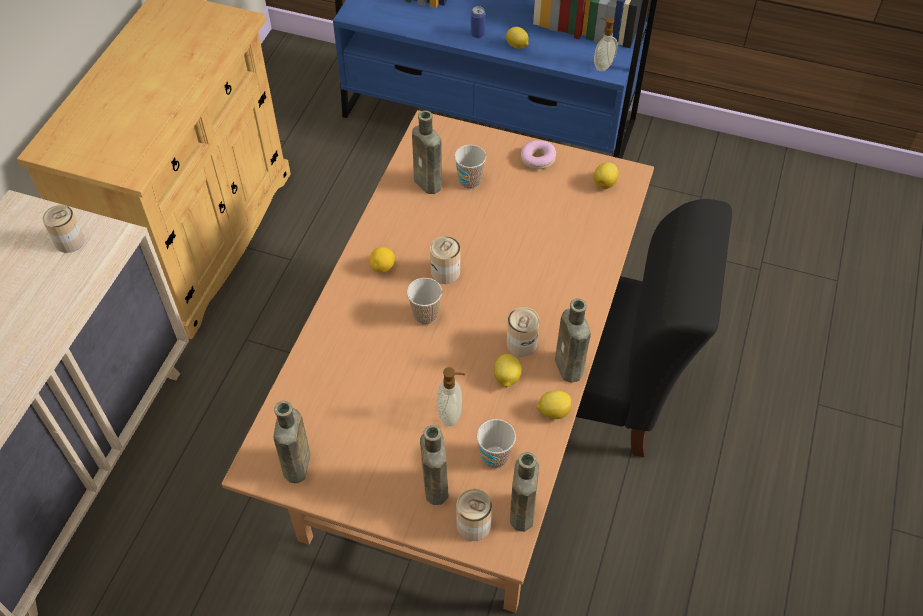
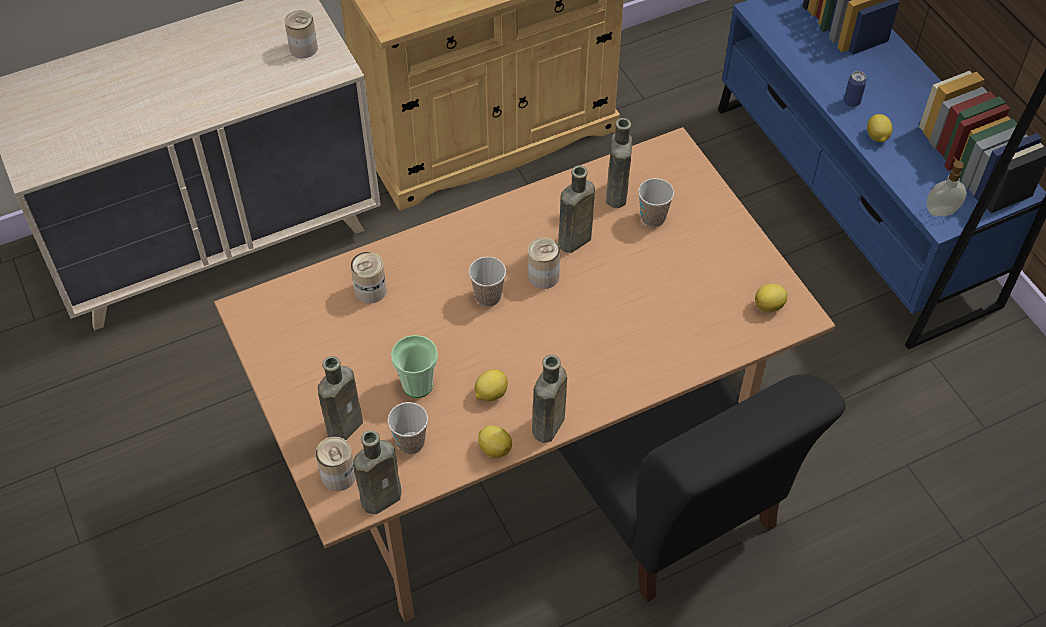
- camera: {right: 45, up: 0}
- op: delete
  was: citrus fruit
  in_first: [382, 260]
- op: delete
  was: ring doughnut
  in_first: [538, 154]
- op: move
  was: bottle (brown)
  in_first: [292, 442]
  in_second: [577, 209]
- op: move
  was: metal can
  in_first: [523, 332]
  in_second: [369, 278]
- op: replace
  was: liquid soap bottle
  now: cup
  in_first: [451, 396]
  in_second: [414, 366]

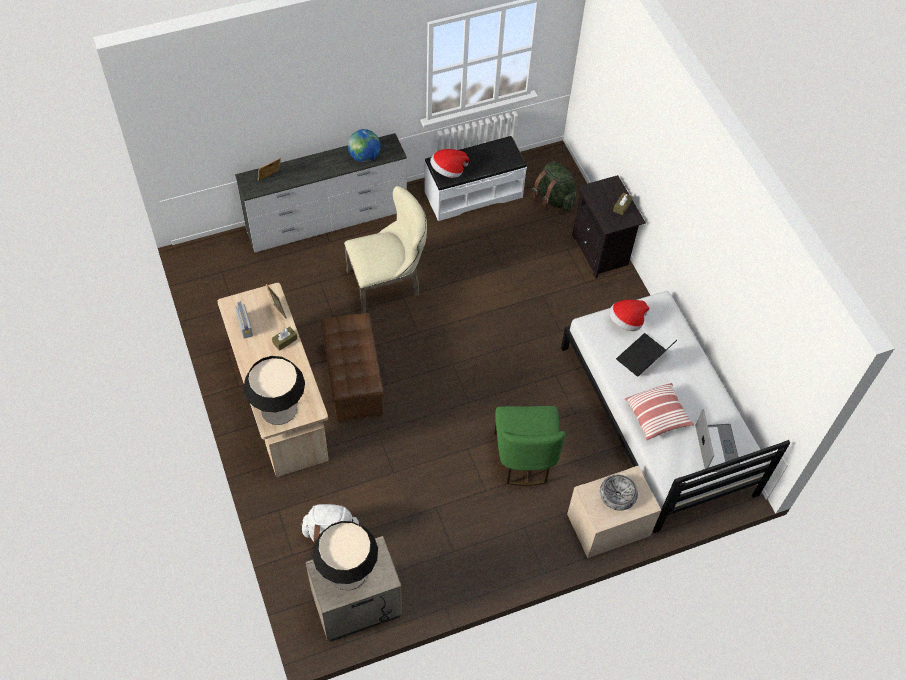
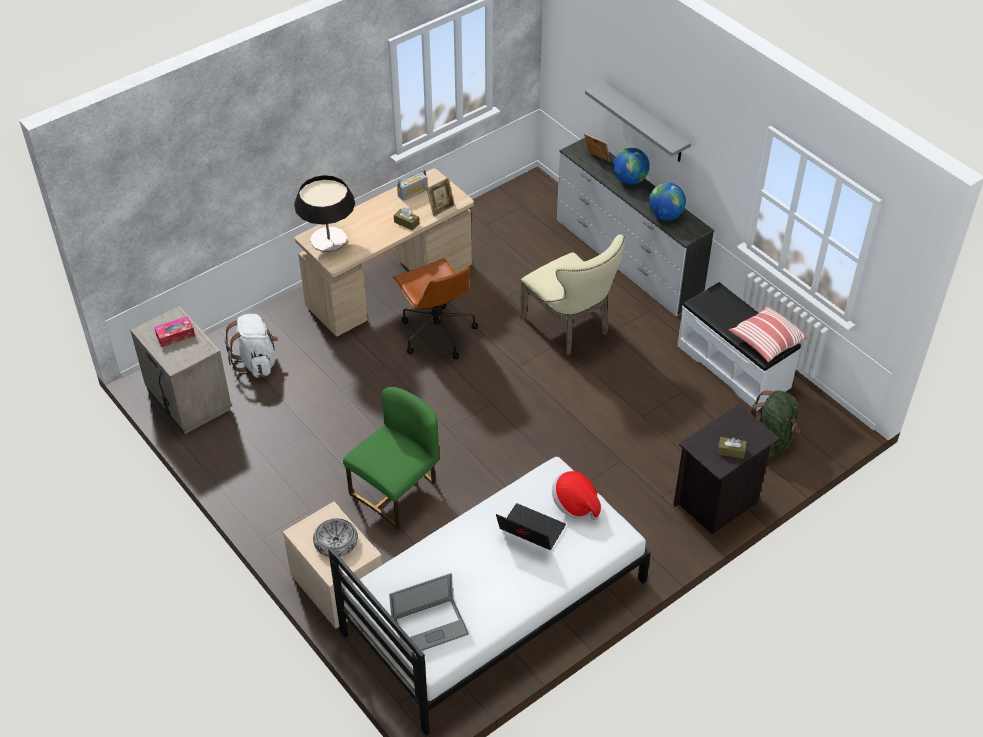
- camera: {right: 75, up: -10}
- op: delete
  was: clothing hat
  in_first: [449, 163]
- op: insert
  now: bracket shelf (gray)
  in_second: [638, 121]
- op: insert
  now: world globe
  in_second: [631, 166]
- op: move
  was: throw pillow
  in_first: [659, 411]
  in_second: [768, 334]
- op: replace
  was: tabletop lamp
  now: tissue holder
  in_first: [345, 555]
  in_second: [174, 331]
- op: replace
  was: ottoman (brown)
  now: office chair (brown)
  in_first: [352, 368]
  in_second: [435, 308]
- op: rotate
  was: upright chair (greenish)
  in_first: [530, 446]
  in_second: [391, 458]
  clockwise: 150

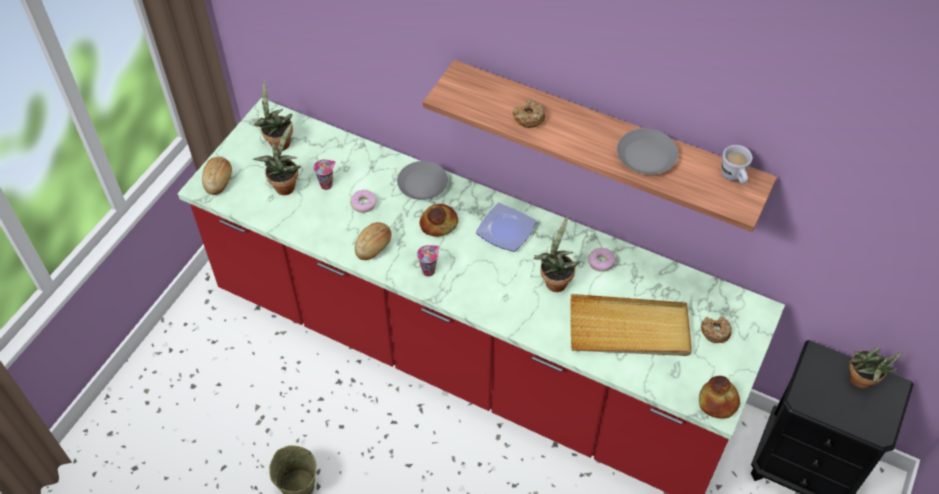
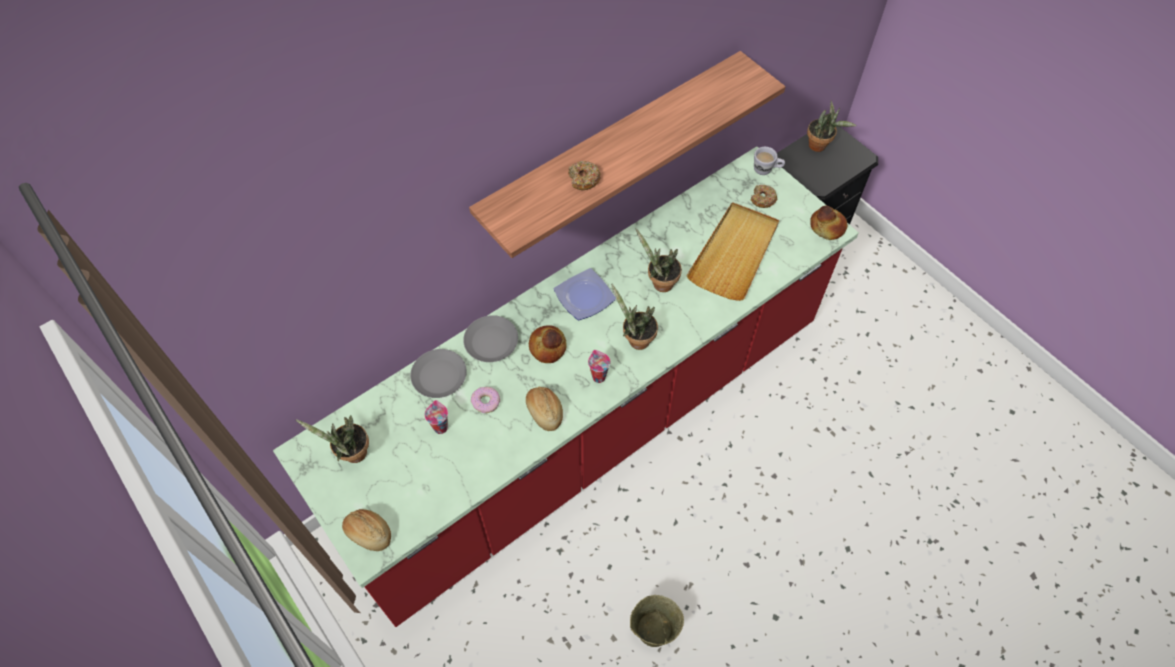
- camera: {right: -65, up: 5}
- op: delete
  was: ring doughnut
  in_first: [602, 260]
- op: move
  was: potted plant
  in_first: [276, 158]
  in_second: [634, 317]
- op: move
  was: plate (gray)
  in_first: [647, 151]
  in_second: [438, 373]
- op: move
  was: coffee mug (white-coloured)
  in_first: [736, 164]
  in_second: [769, 161]

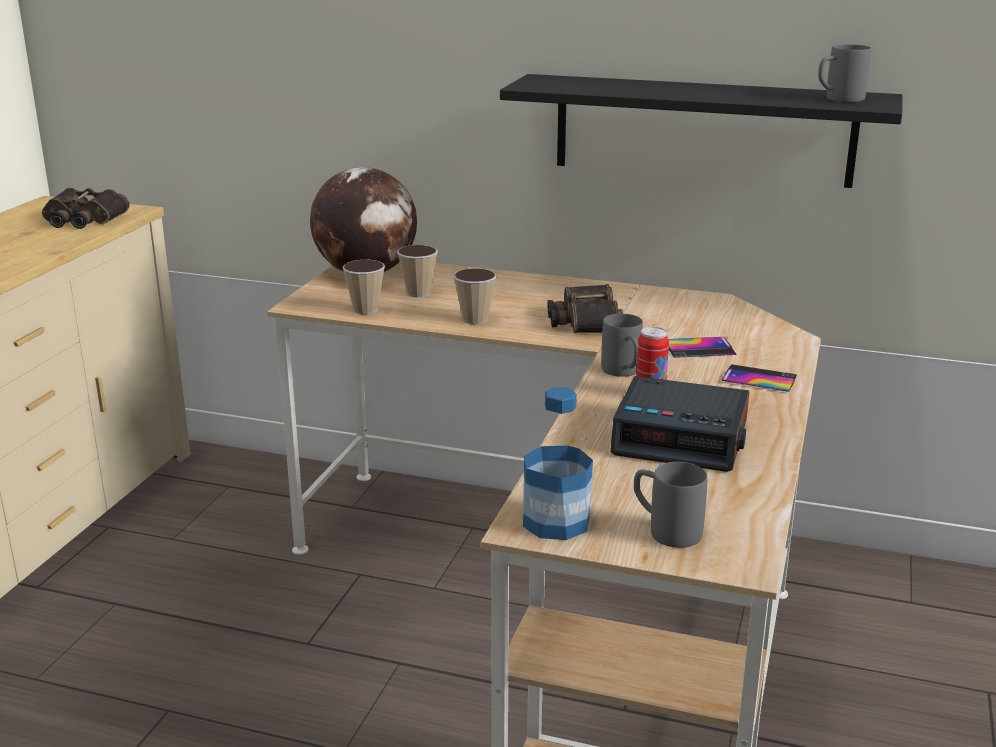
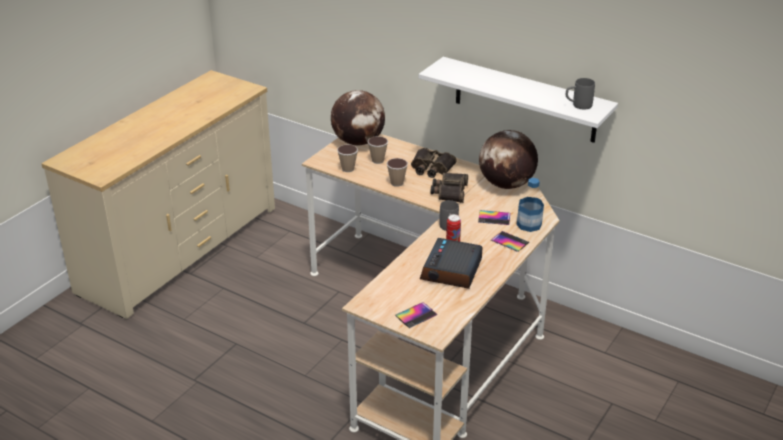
- camera: {right: 15, up: 10}
- op: insert
  now: world globe
  in_second: [508, 159]
- op: move
  was: pair of binoculars
  in_first: [85, 208]
  in_second: [434, 163]
- op: move
  was: bottle
  in_first: [558, 463]
  in_second: [530, 205]
- op: replace
  was: coffee mug (gray)
  now: handset
  in_first: [670, 505]
  in_second: [416, 315]
- op: recolor
  was: bracket shelf (black)
  now: bracket shelf (white-coloured)
  in_first: [701, 131]
  in_second: [518, 100]
- op: rotate
  was: alarm clock
  in_first: [679, 424]
  in_second: [451, 263]
  clockwise: 75

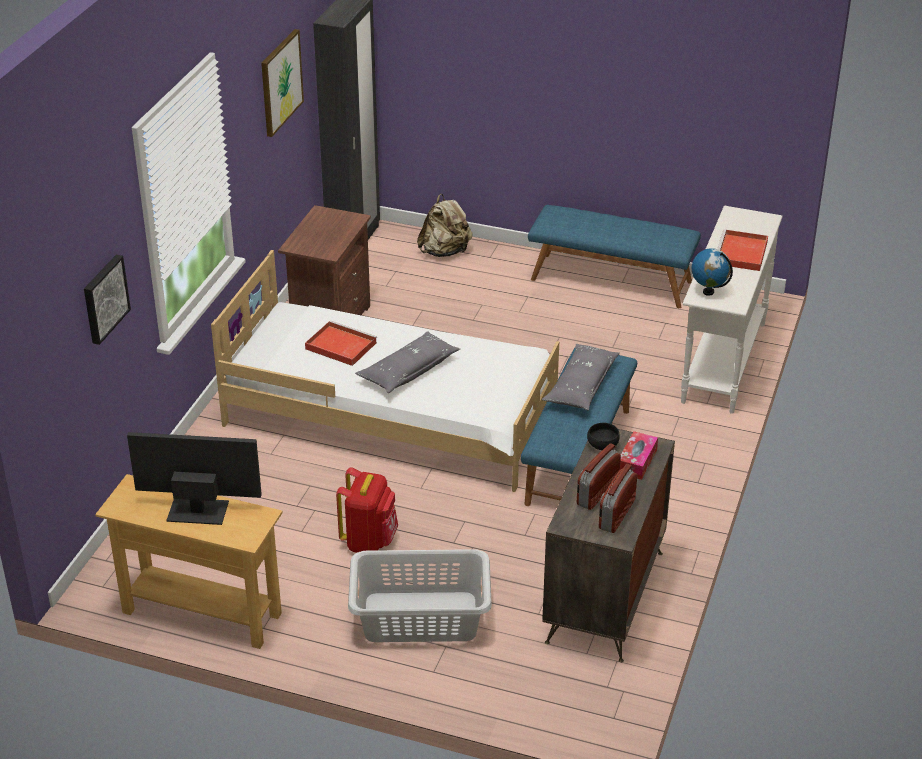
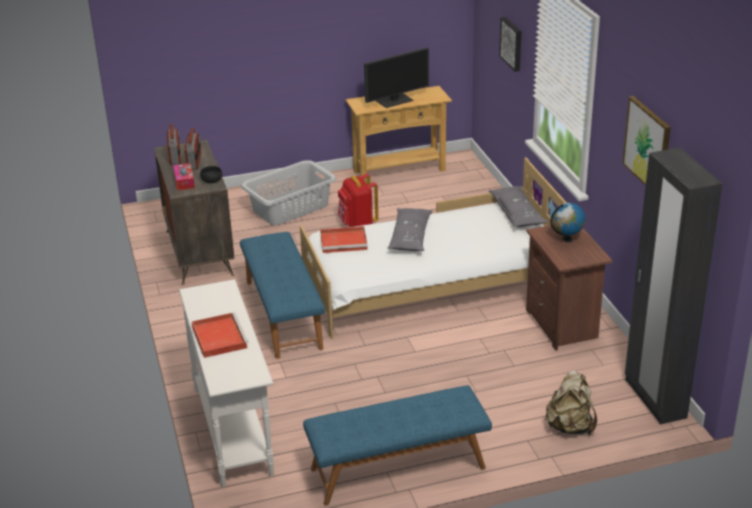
- camera: {right: 145, up: -5}
- op: move
  was: serving tray (red)
  in_first: [341, 343]
  in_second: [344, 239]
- op: move
  was: throw pillow (gray)
  in_first: [581, 377]
  in_second: [518, 206]
- op: move
  was: world globe
  in_first: [712, 272]
  in_second: [568, 222]

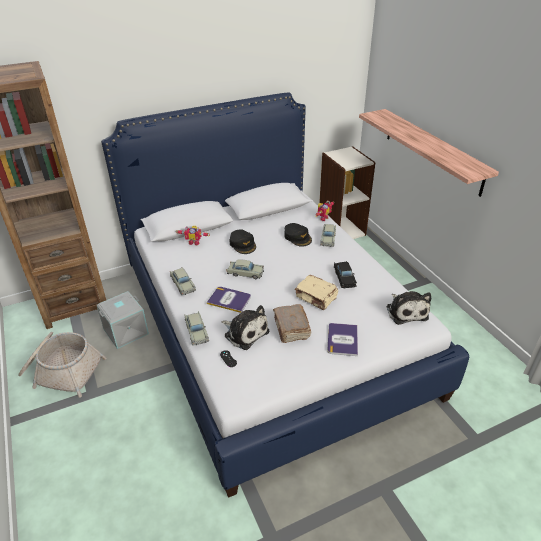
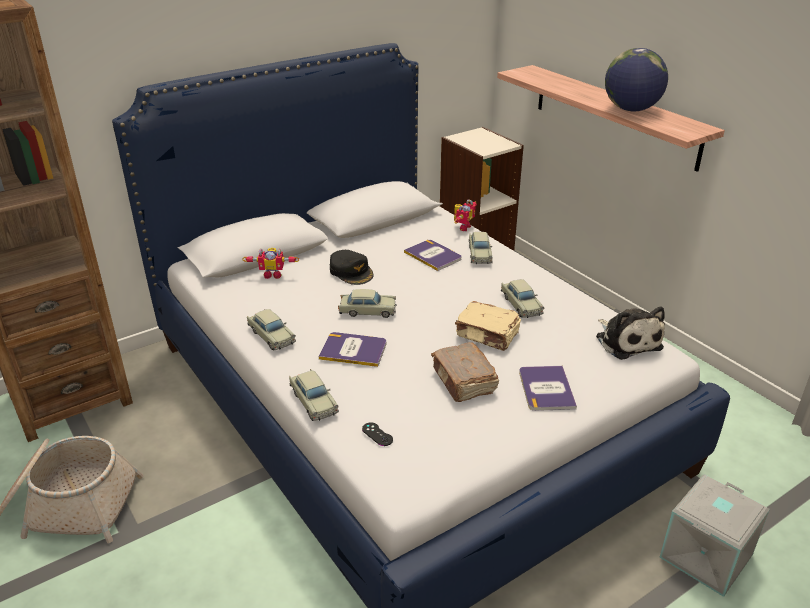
- camera: {right: -10, up: -5}
- op: delete
  was: soft toy
  in_first: [245, 327]
- op: insert
  now: world globe
  in_second: [636, 79]
- op: move
  was: storage bin (gray)
  in_first: [123, 320]
  in_second: [715, 535]
- op: replace
  was: baseball cap (black)
  now: book
  in_first: [298, 235]
  in_second: [433, 255]
- op: recolor
  was: miniature car (black)
  now: miniature car (beige)
  in_first: [345, 275]
  in_second: [522, 298]

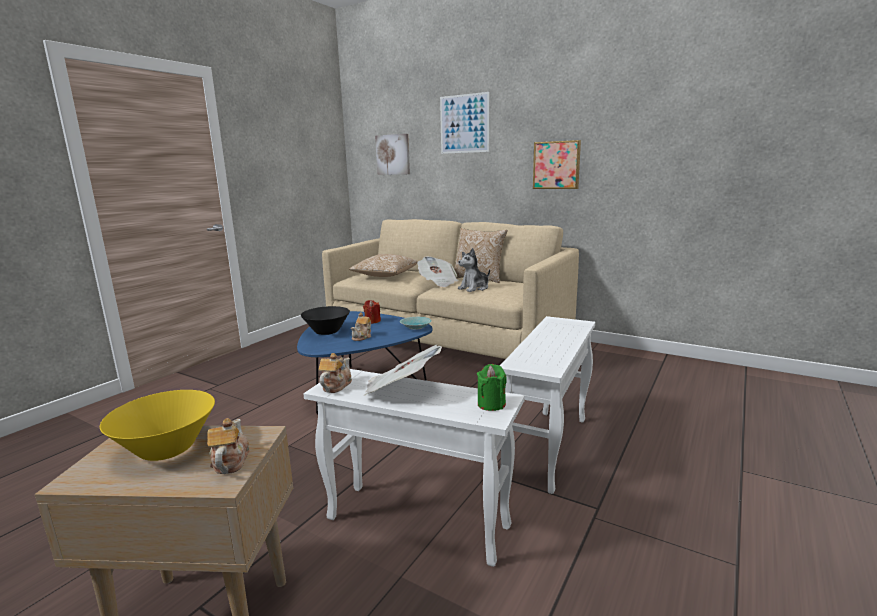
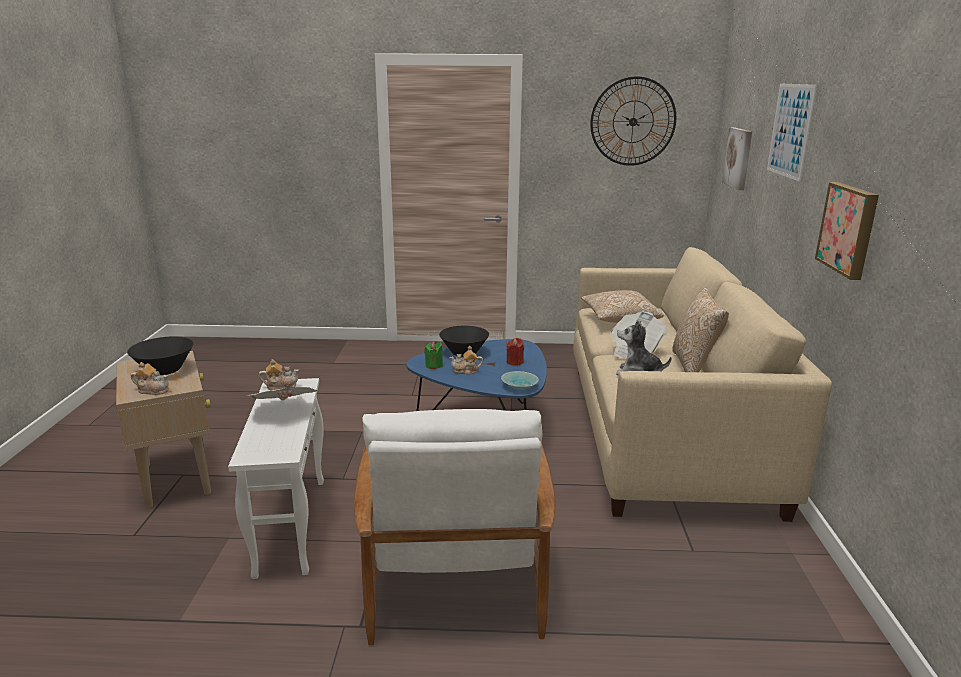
- camera: {right: 60, up: 5}
- op: insert
  now: wall clock
  in_second: [633, 121]
- op: move
  was: candle (greenish)
  in_first: [492, 387]
  in_second: [433, 355]
- op: replace
  was: end table (white-coloured)
  now: easy chair (white-coloured)
  in_first: [547, 405]
  in_second: [455, 527]
- op: recolor
  was: deep dish (yellow-coloured)
  now: deep dish (black)
  in_first: [157, 425]
  in_second: [160, 356]
- op: rotate
  was: teapot
  in_first: [228, 446]
  in_second: [150, 378]
  clockwise: 45

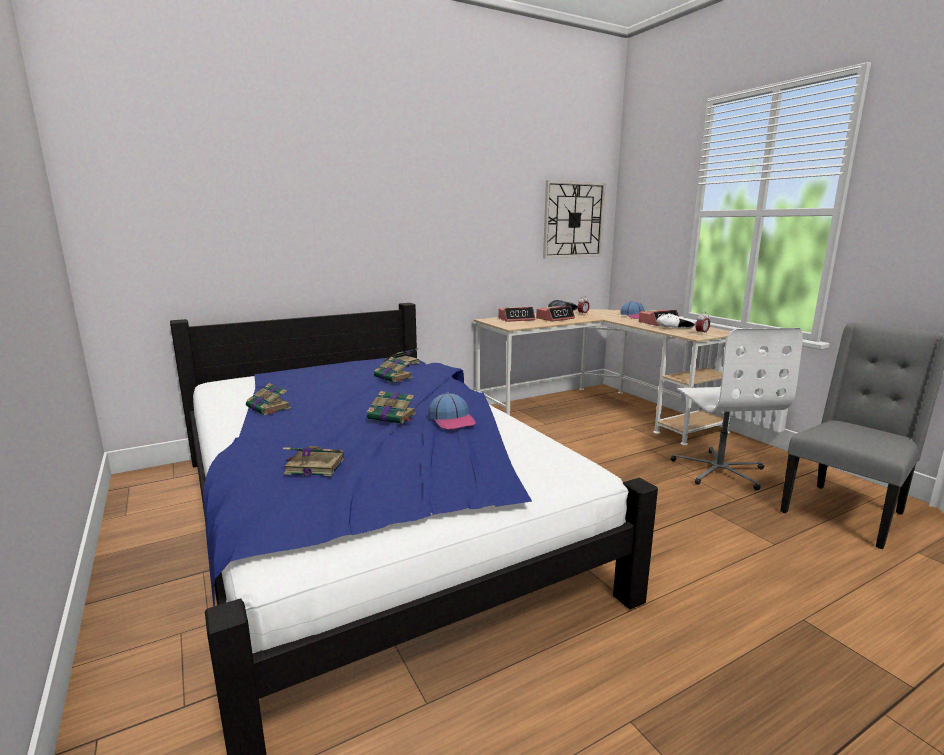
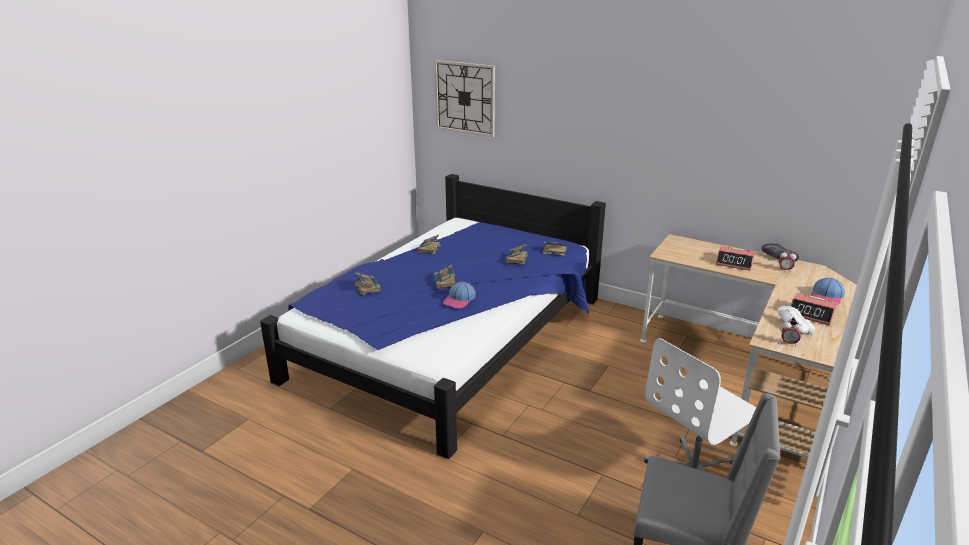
- camera: {right: 60, up: 10}
- op: delete
  was: alarm clock
  in_first: [516, 314]
- op: move
  was: wall clock
  in_first: [574, 219]
  in_second: [464, 98]

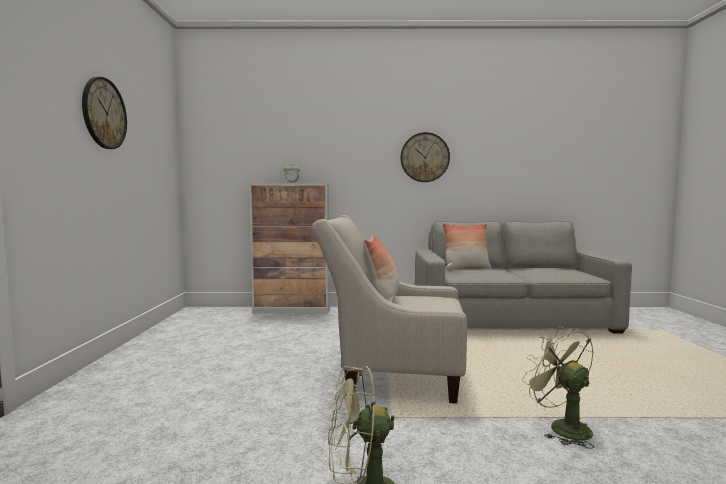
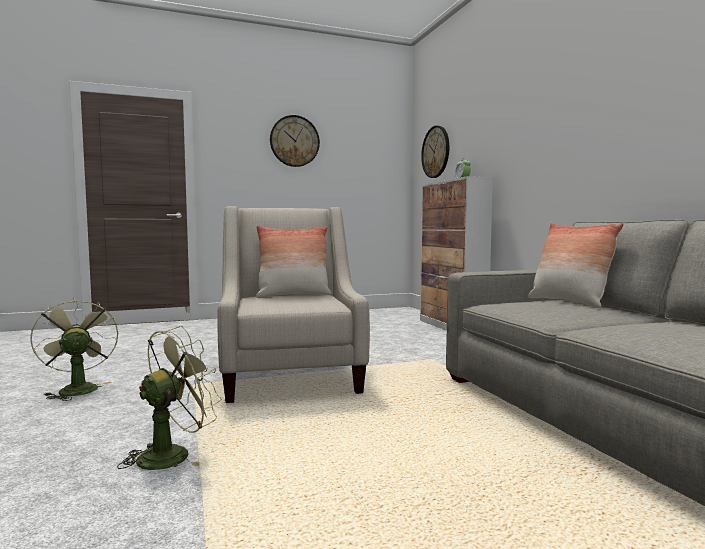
- camera: {right: 70, up: 0}
- op: move
  was: wall clock
  in_first: [425, 157]
  in_second: [435, 152]

